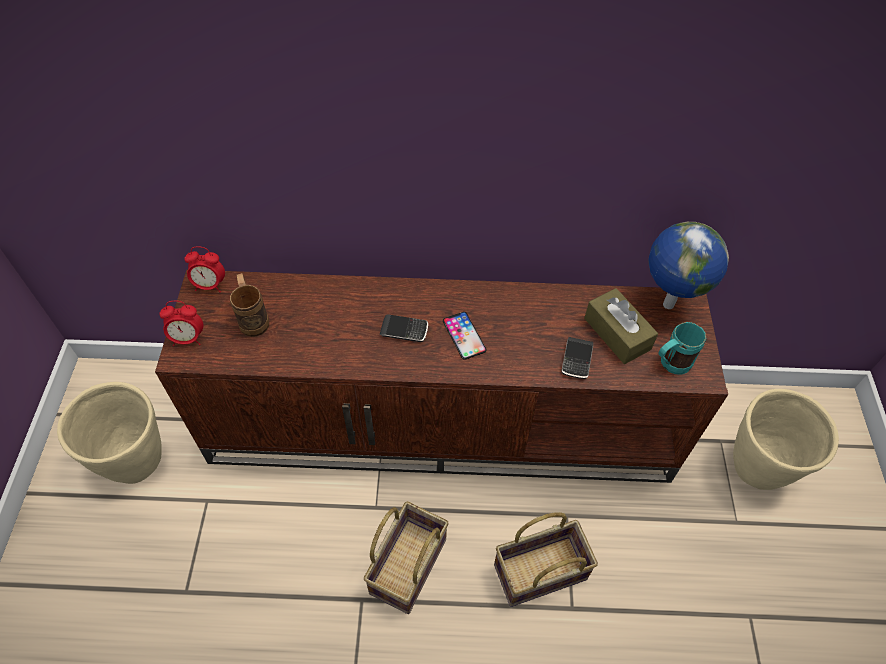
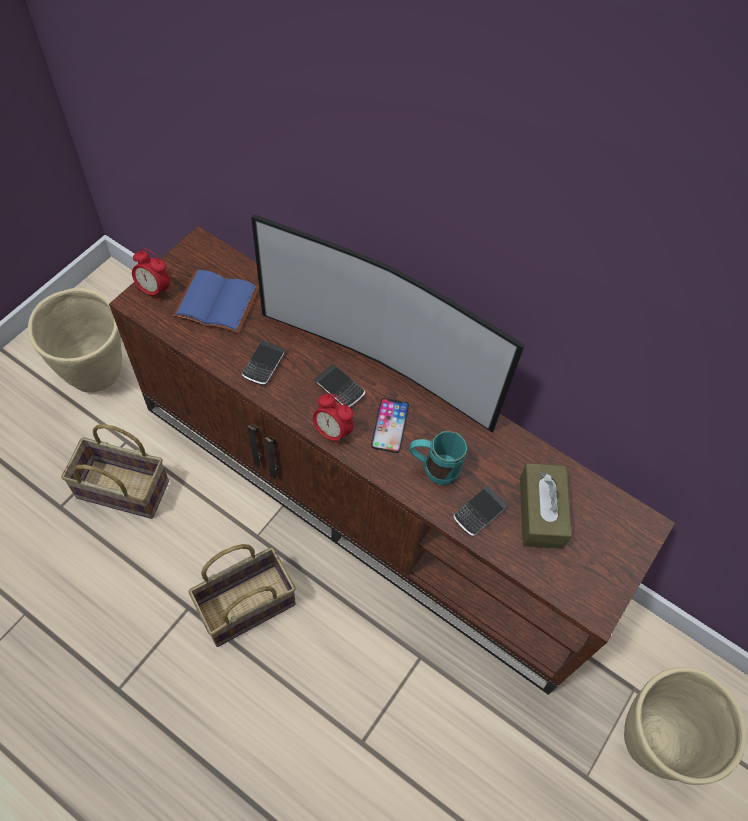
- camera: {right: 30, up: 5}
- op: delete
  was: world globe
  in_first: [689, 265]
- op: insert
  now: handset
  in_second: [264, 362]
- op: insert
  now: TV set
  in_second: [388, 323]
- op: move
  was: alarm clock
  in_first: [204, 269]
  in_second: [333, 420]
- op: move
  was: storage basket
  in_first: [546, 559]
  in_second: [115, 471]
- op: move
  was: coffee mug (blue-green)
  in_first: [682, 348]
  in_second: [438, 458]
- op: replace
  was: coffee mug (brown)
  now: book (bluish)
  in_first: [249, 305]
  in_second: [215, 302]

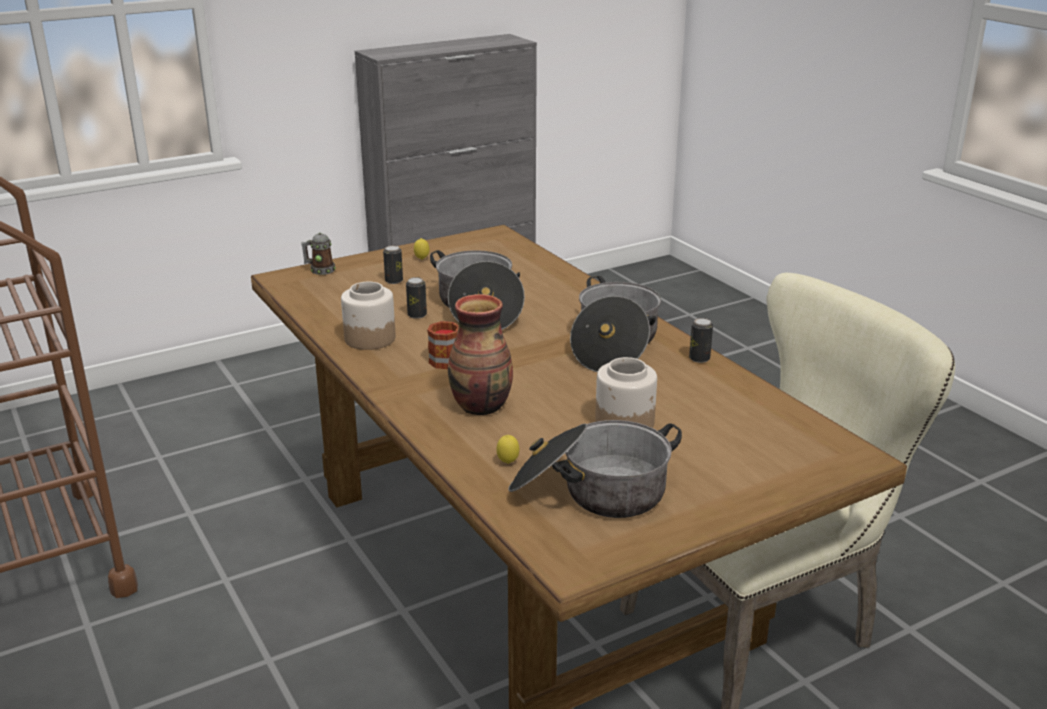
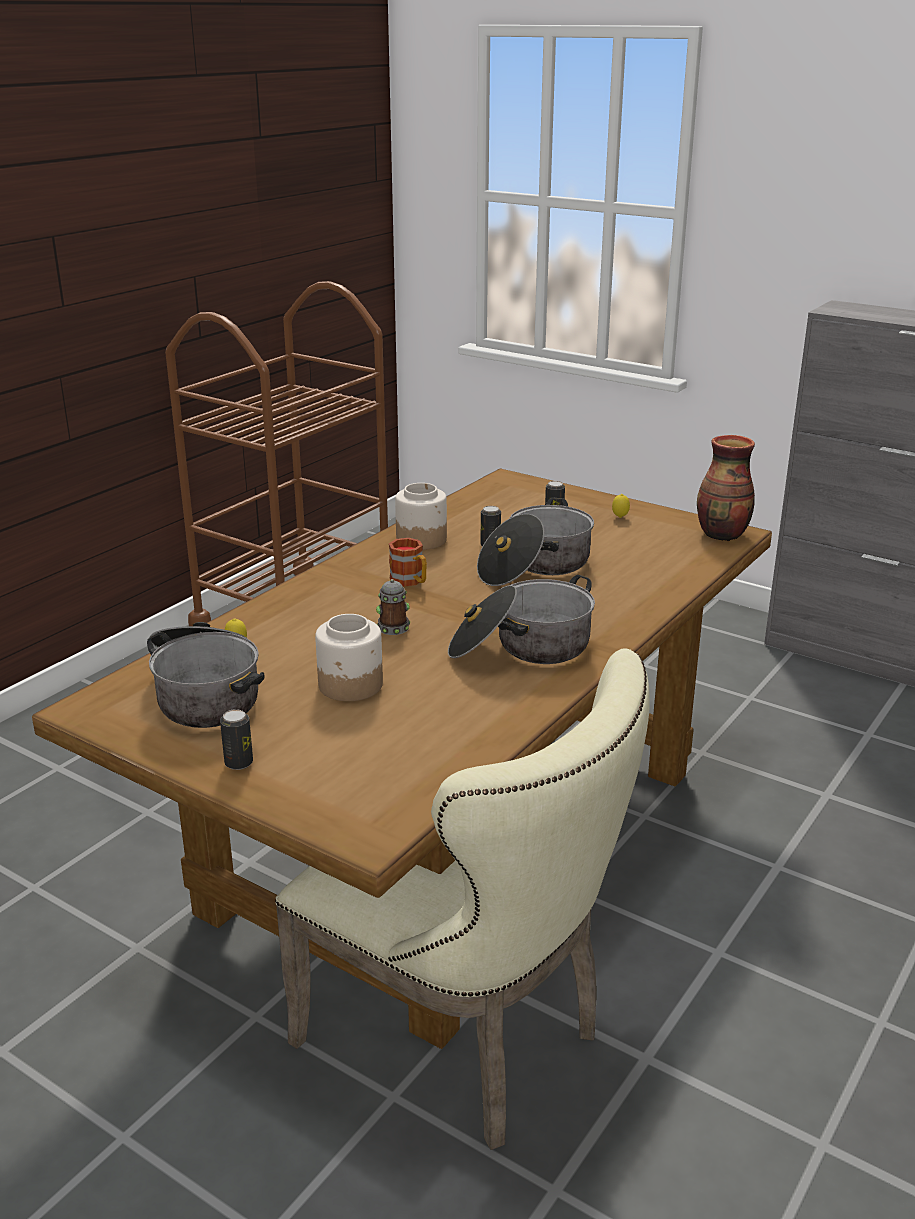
- camera: {right: 65, up: 0}
- op: move
  was: coffee mug
  in_first: [318, 253]
  in_second: [393, 607]
- op: move
  was: vase
  in_first: [480, 354]
  in_second: [726, 488]
- op: move
  was: metal can
  in_first: [701, 340]
  in_second: [236, 739]

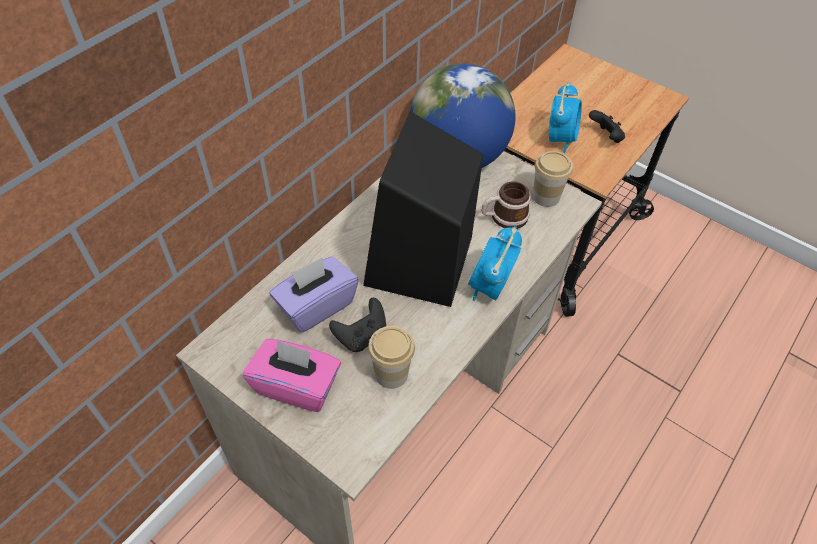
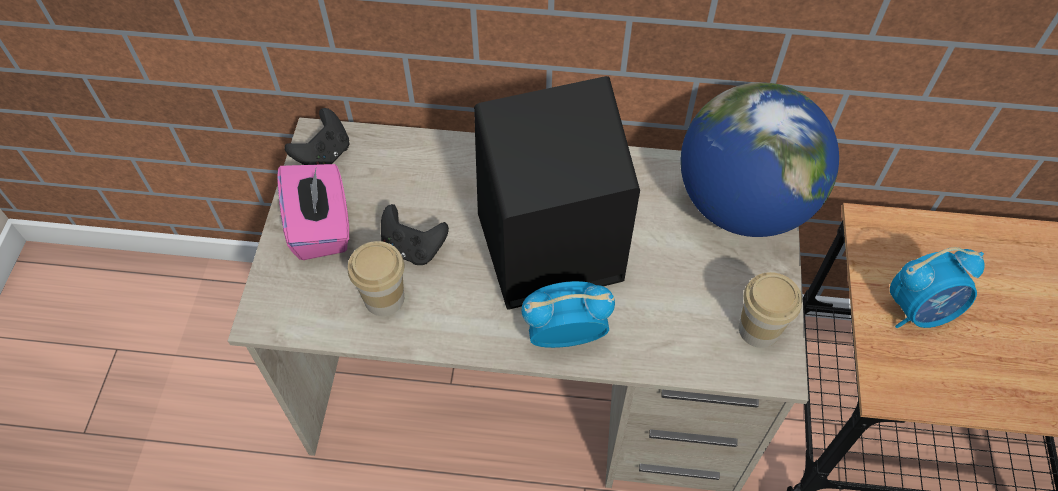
- camera: {right: 60, up: 5}
- op: delete
  was: tissue holder (purplish)
  in_first: [314, 294]
- op: delete
  was: coffee mug
  in_first: [506, 205]
- op: move
  was: joypad (black)
  in_first: [607, 126]
  in_second: [317, 136]

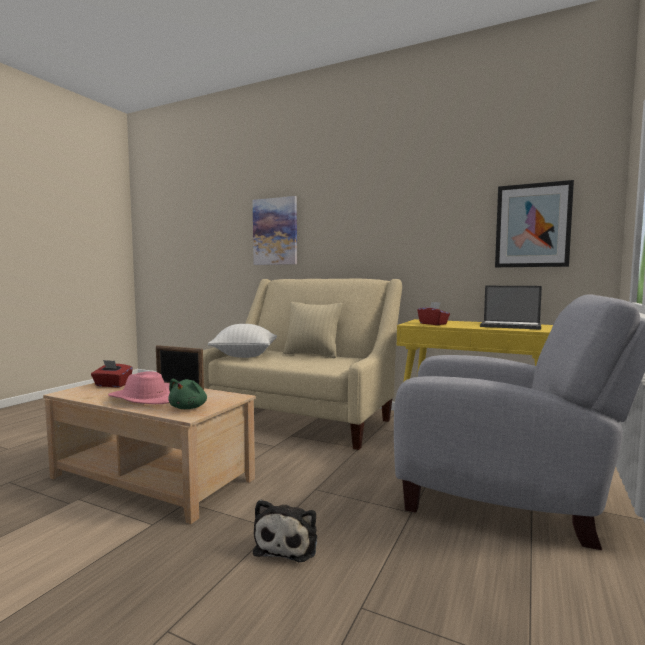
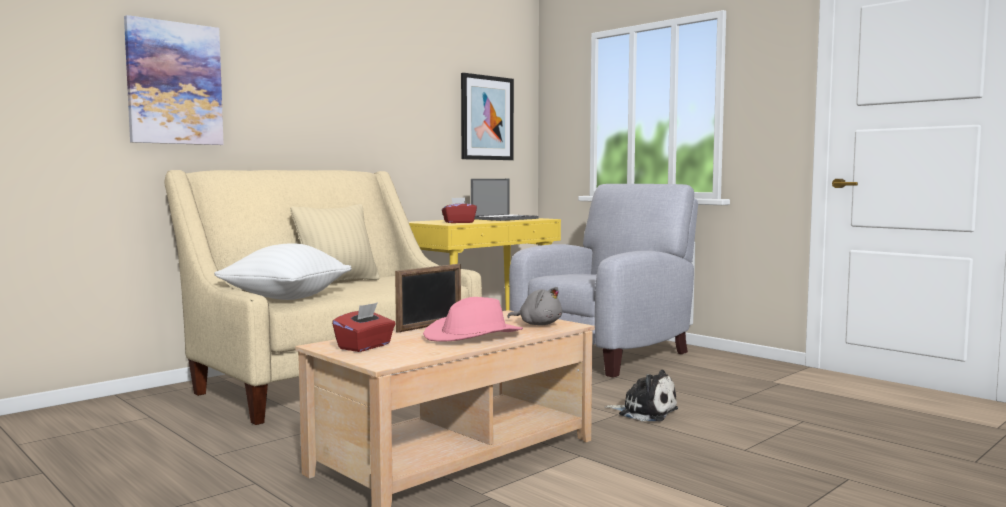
- camera: {right: -70, up: 0}
- op: recolor
  was: soft toy (greenish)
  now: soft toy (gray)
  in_first: [187, 394]
  in_second: [534, 306]

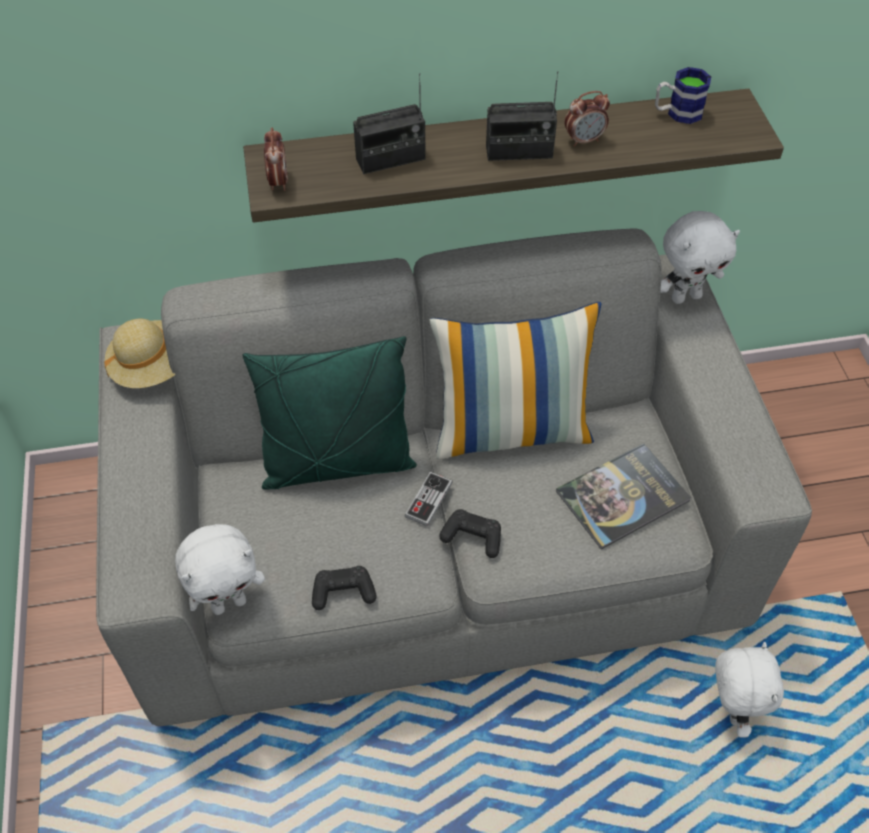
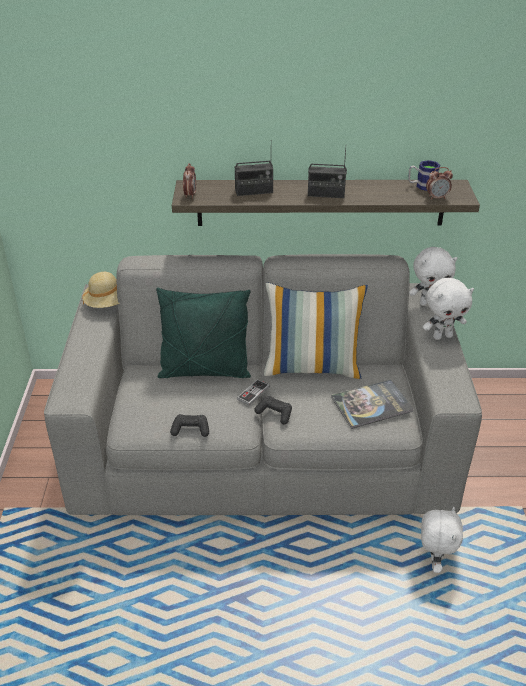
- camera: {right: 10, up: -15}
- op: move
  was: soft toy (white-coloured)
  in_first: [220, 569]
  in_second: [448, 309]
- op: move
  was: alarm clock
  in_first: [587, 119]
  in_second: [439, 183]

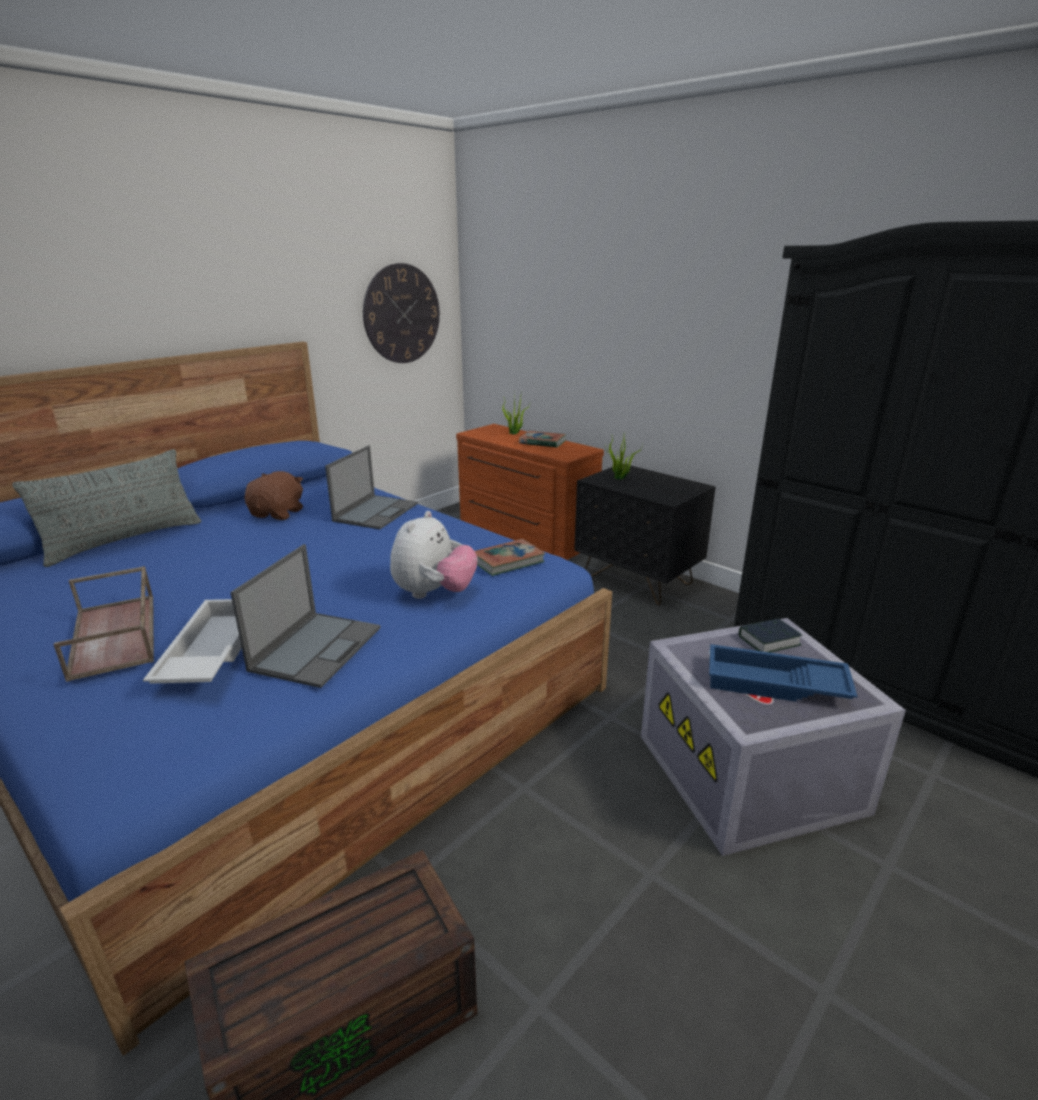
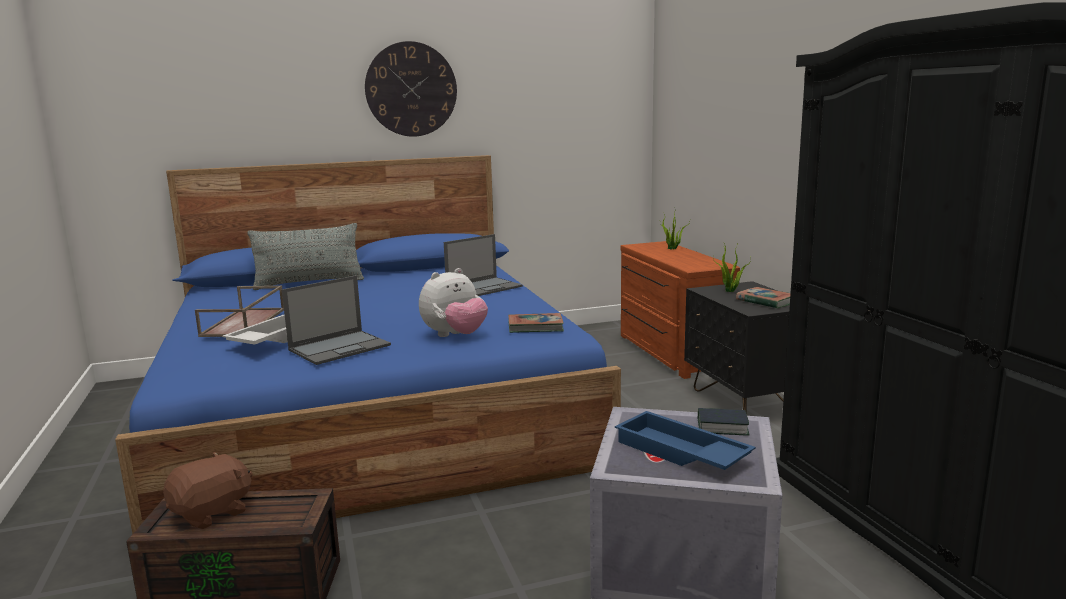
- camera: {right: 30, up: -10}
- op: move
  was: soft toy (brown)
  in_first: [274, 495]
  in_second: [208, 490]
- op: move
  was: wall clock
  in_first: [401, 313]
  in_second: [411, 89]
- op: move
  was: book
  in_first: [542, 439]
  in_second: [763, 297]

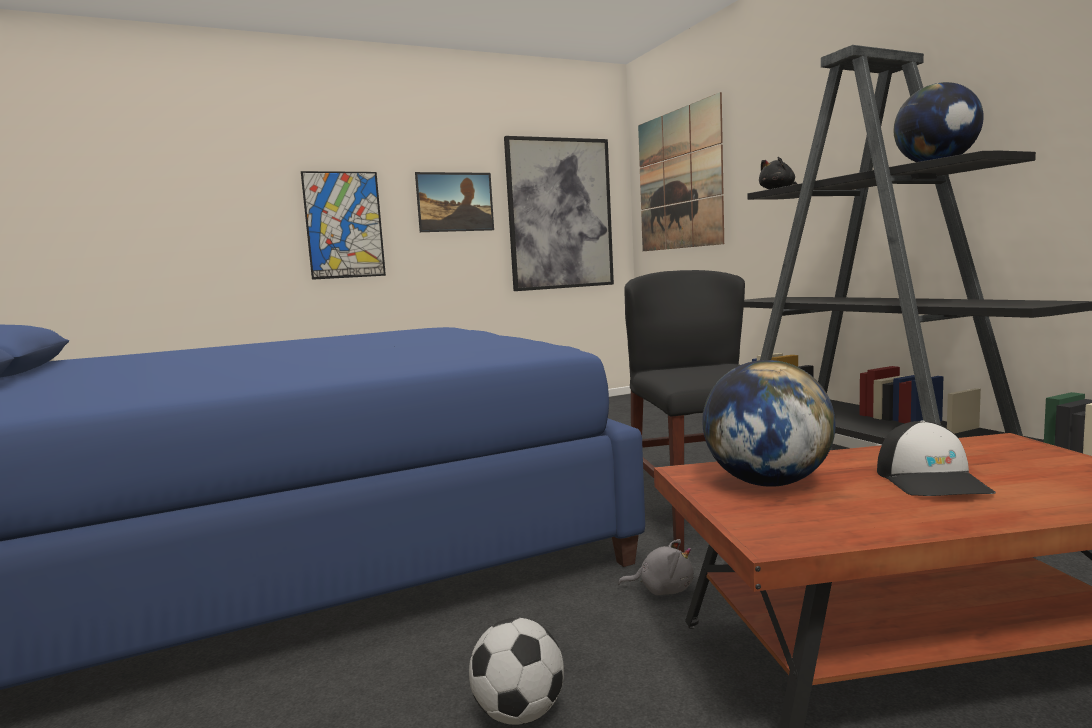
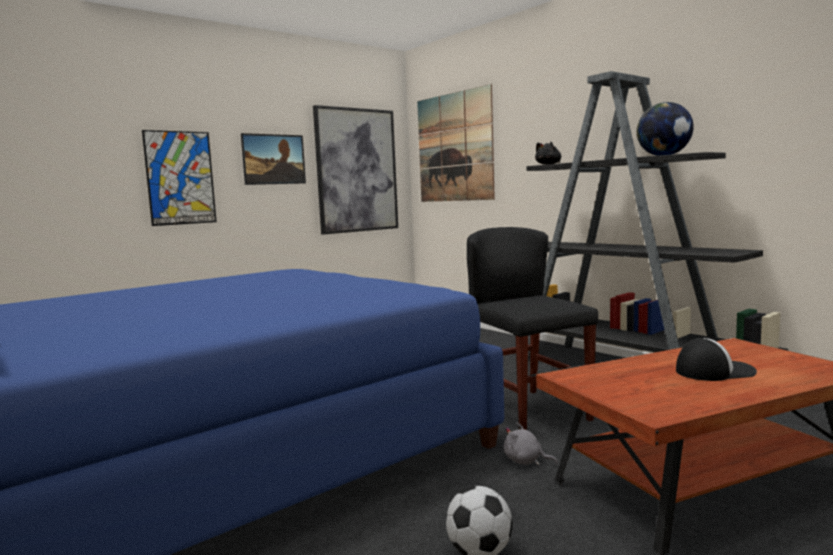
- camera: {right: -15, up: 0}
- op: delete
  was: world globe
  in_first: [769, 423]
- op: rotate
  was: soft toy (gray)
  in_first: [656, 567]
  in_second: [531, 443]
  clockwise: -150
- op: rotate
  was: baseball cap
  in_first: [936, 458]
  in_second: [716, 359]
  clockwise: -90

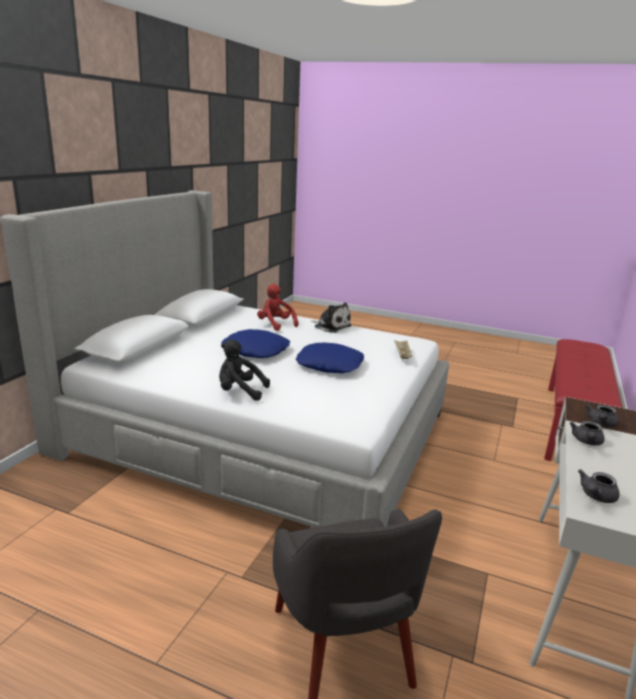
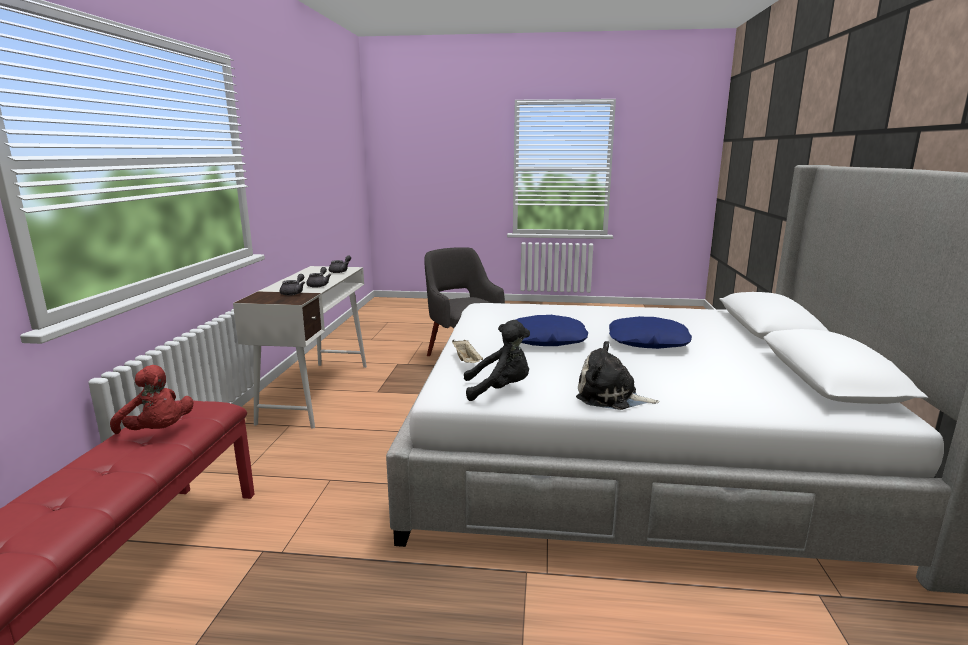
- camera: {right: 165, up: -5}
- op: move
  was: soft toy (black)
  in_first: [244, 370]
  in_second: [497, 360]
- op: move
  was: soft toy (red)
  in_first: [277, 307]
  in_second: [151, 399]

